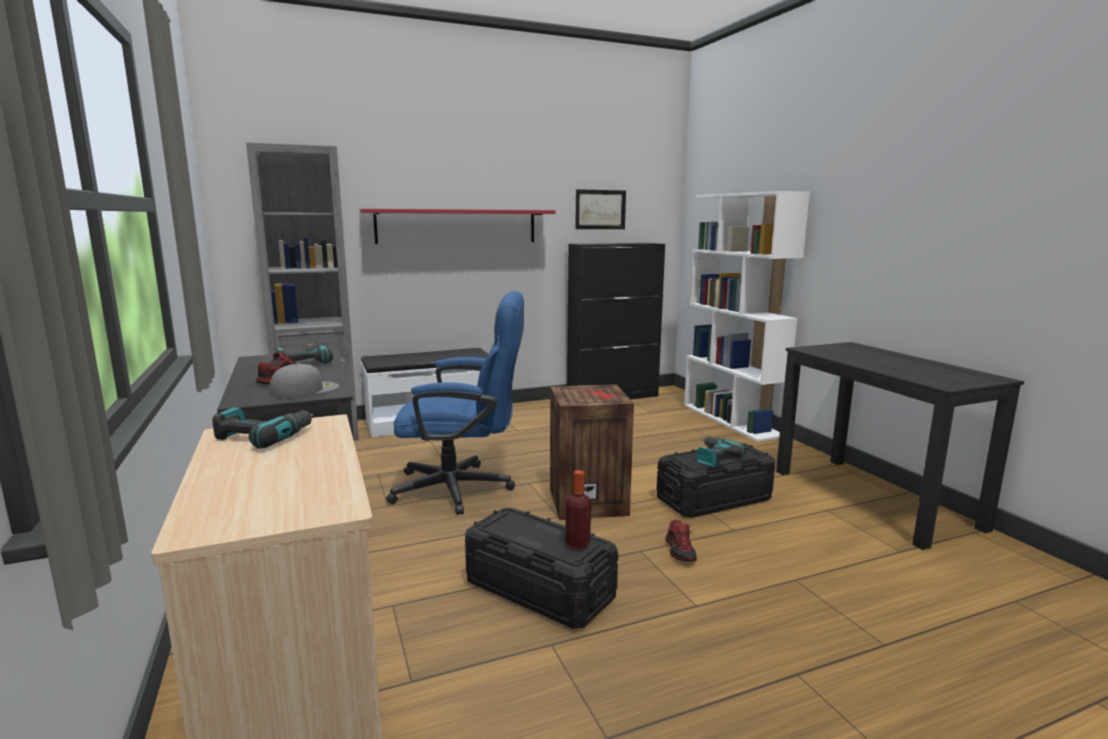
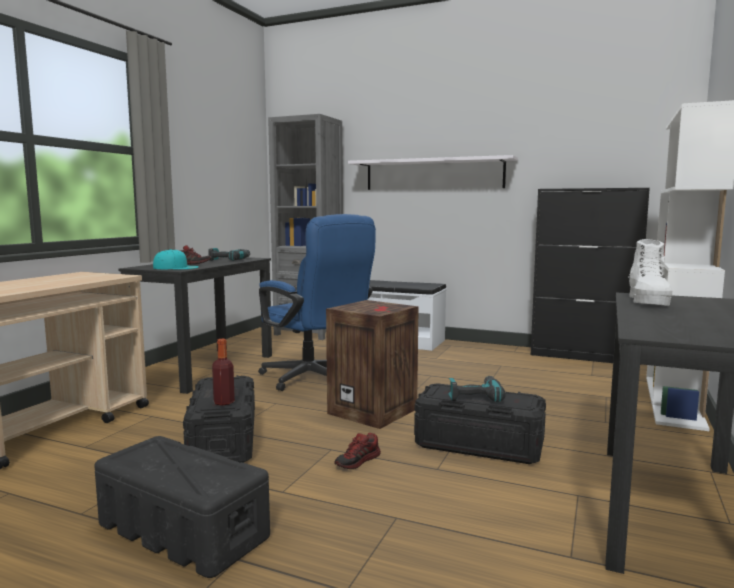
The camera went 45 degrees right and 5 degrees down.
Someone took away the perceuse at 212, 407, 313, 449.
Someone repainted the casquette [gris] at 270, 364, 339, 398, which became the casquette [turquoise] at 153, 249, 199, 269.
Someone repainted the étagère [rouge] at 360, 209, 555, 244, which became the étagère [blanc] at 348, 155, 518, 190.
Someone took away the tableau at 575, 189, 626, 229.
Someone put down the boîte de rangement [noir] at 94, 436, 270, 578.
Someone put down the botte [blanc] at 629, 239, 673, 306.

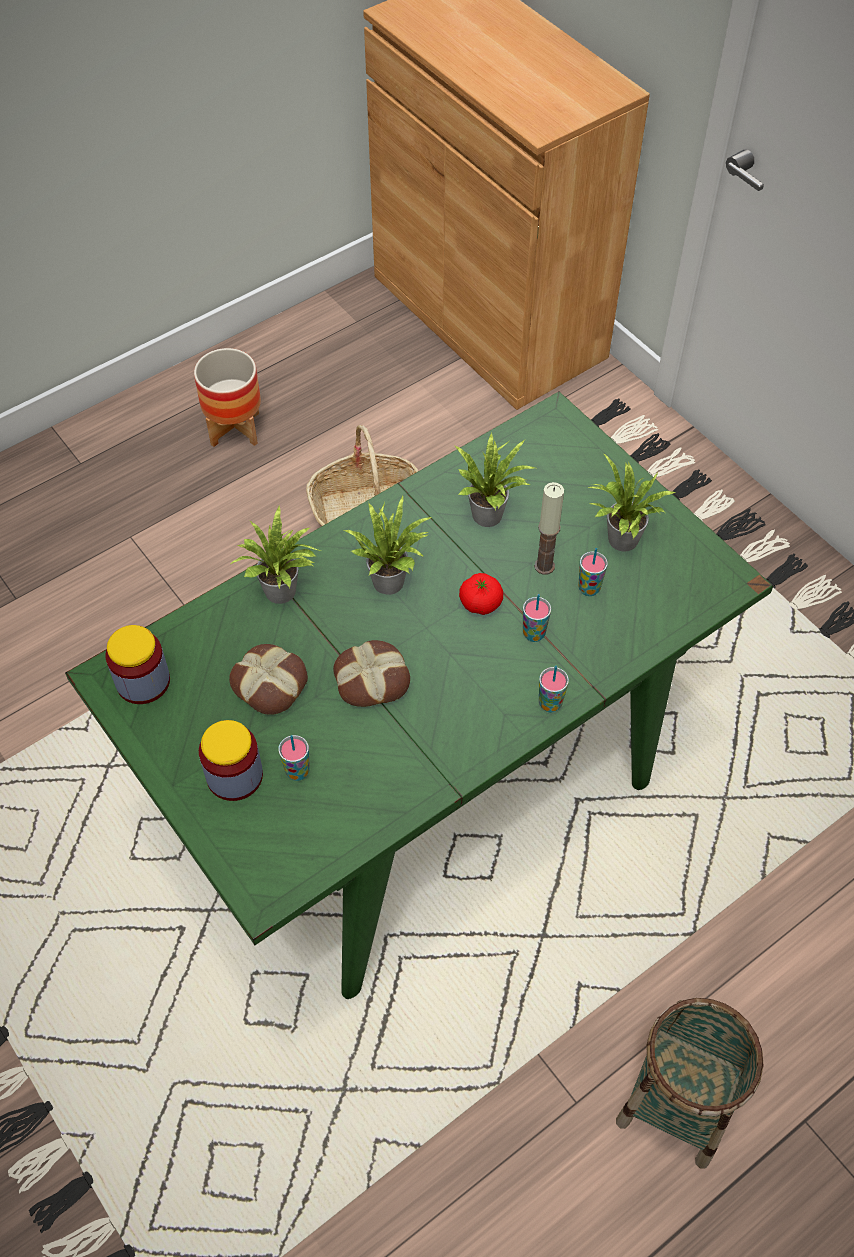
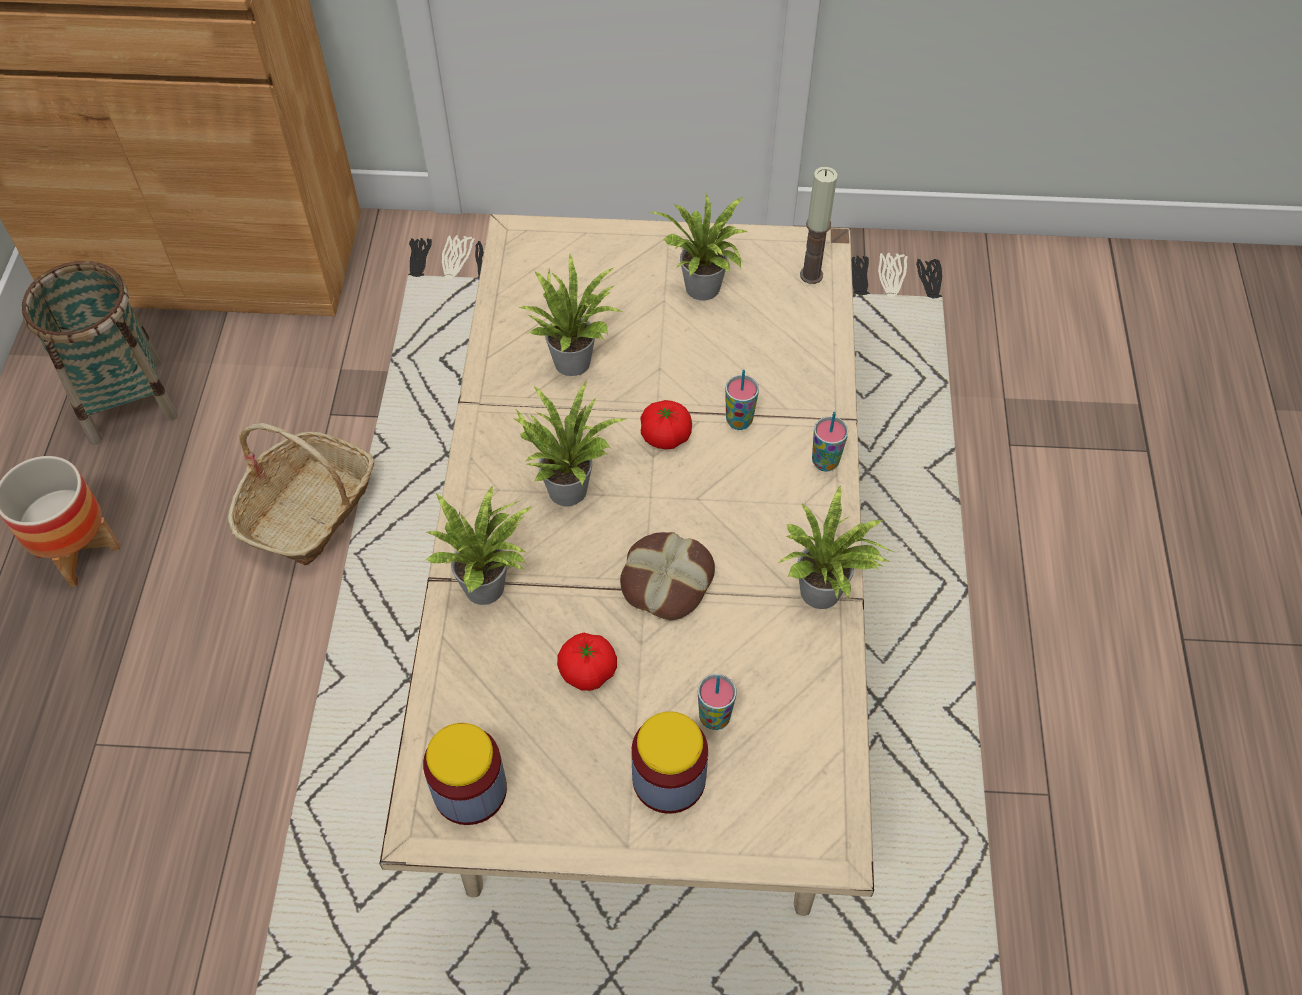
The camera went 50 degrees left and 0 degrees up.
Someone repainted the table à manger [vert] at 65, 392, 773, 999, which became the table à manger [beige] at 379, 214, 874, 916.
Someone swapped the pain at 229, 644, 308, 715 for the tomate at 557, 633, 617, 691.
Someone carried the bougie from 534, 482, 564, 575 to 800, 166, 837, 284.
Someone took away the tasse at 578, 548, 608, 596.
Someone carried the panier from 616, 998, 763, 1169 to 22, 261, 178, 445.
Someone put down the plante en pot at 778, 485, 894, 609.

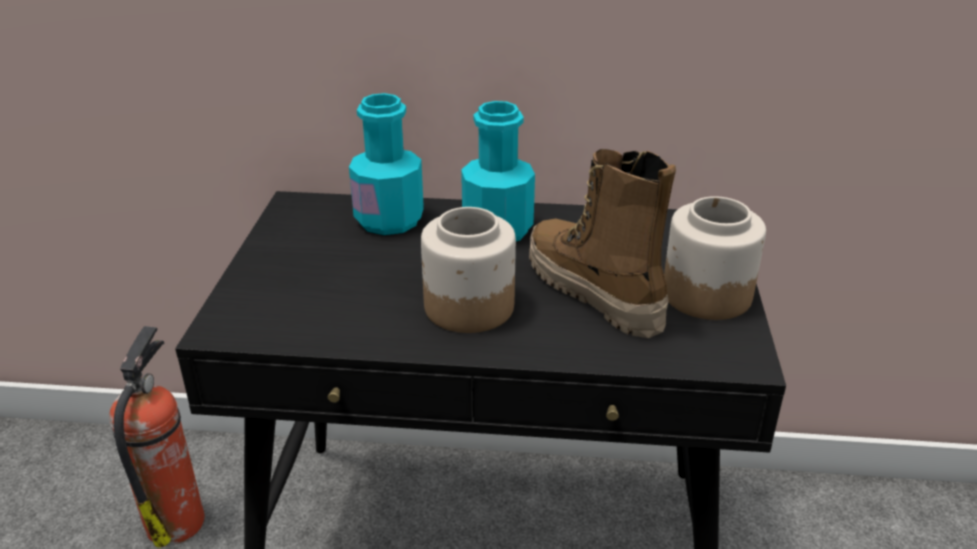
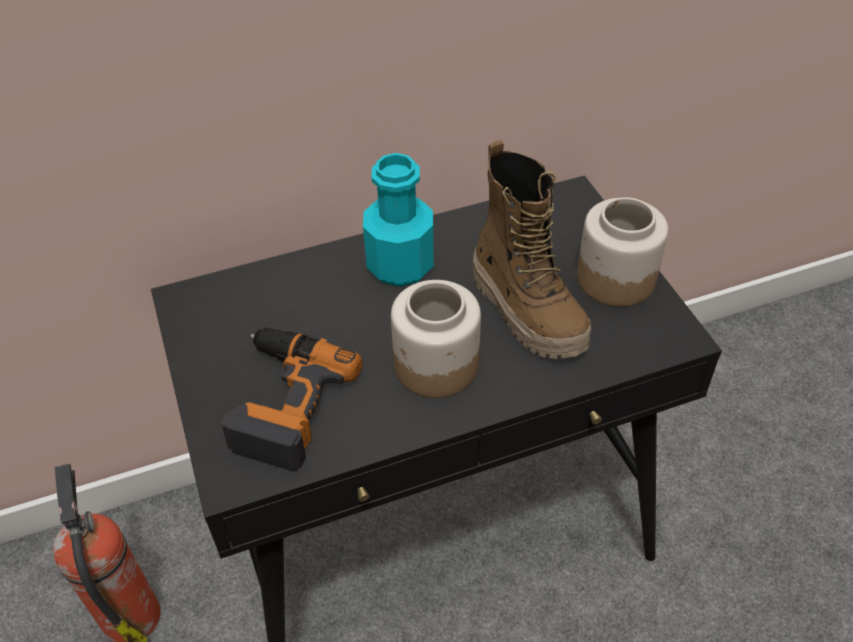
The camera went 25 degrees left and 15 degrees up.
Someone took away the bouteille [turquoise] at 349, 93, 424, 235.
Someone rotated the botte at 529, 149, 676, 338 by 150 degrees counterclockwise.
Someone put down the perceuse at 221, 328, 362, 471.

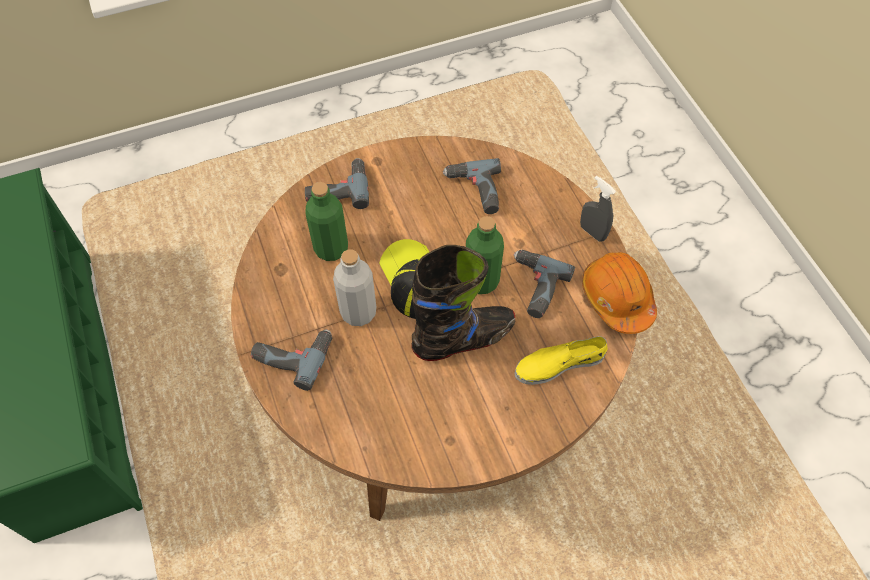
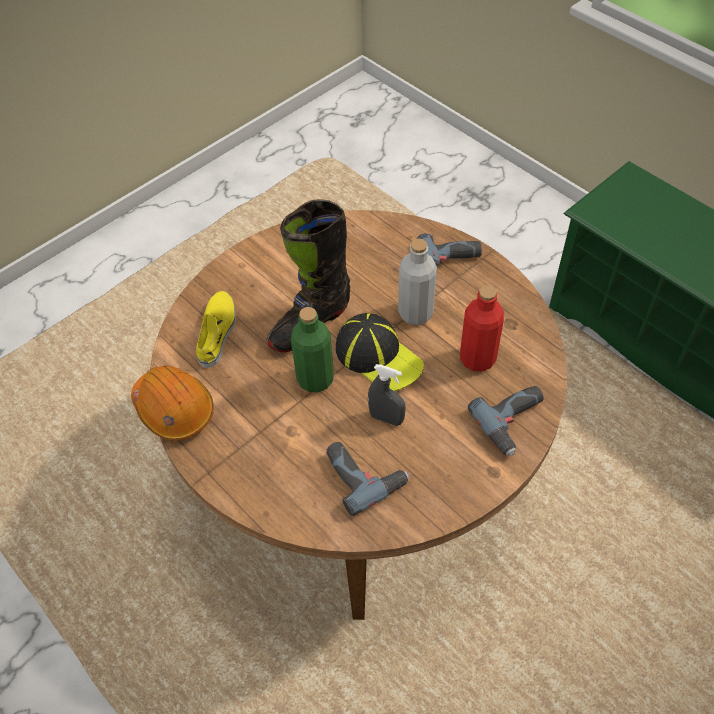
The camera went 160 degrees right and 5 degrees down.
Someone repainted the bouteille [vert] at 305, 182, 348, 261, which became the bouteille [rouge] at 460, 285, 504, 371.
Someone took away the perceuse at 514, 250, 575, 318.
Someone rotated the chaussure [jaune] at 514, 336, 608, 385 by 45 degrees counterclockwise.
Someone carried the vaporisateur [gris] from 580, 176, 616, 242 to 368, 364, 406, 426.

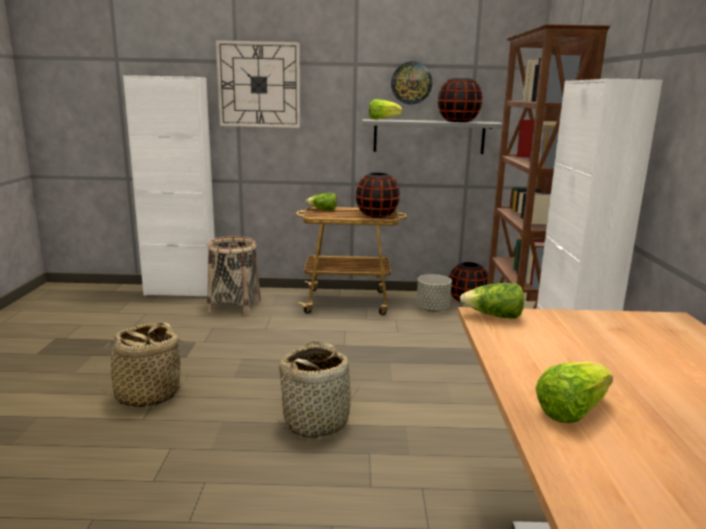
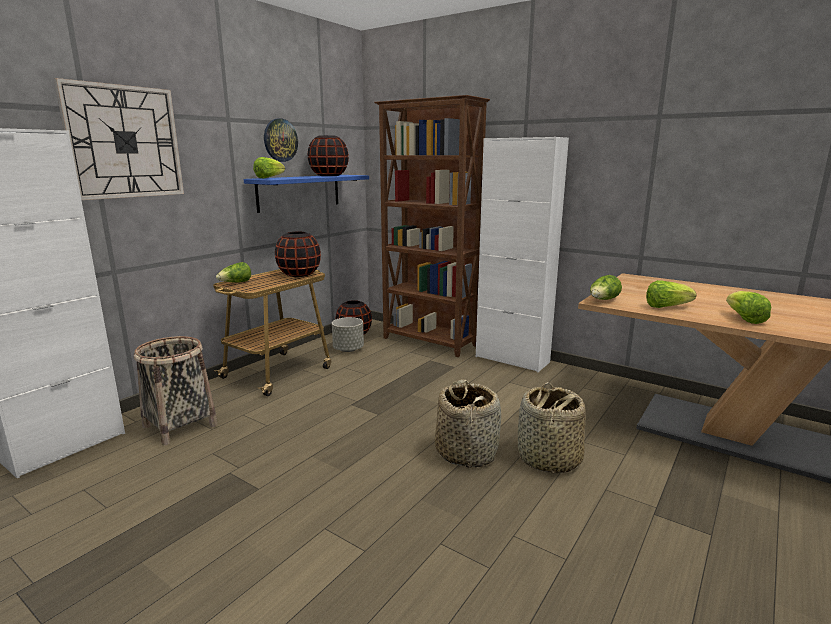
The camera went 55 degrees left and 0 degrees up.
Someone carried the panier from 94, 322, 188, 408 to 518, 382, 586, 473.
Someone repainted the étagère [gris] at 362, 119, 502, 154, which became the étagère [bleu] at 244, 175, 369, 213.
Someone put down the laitue at 646, 280, 697, 308.

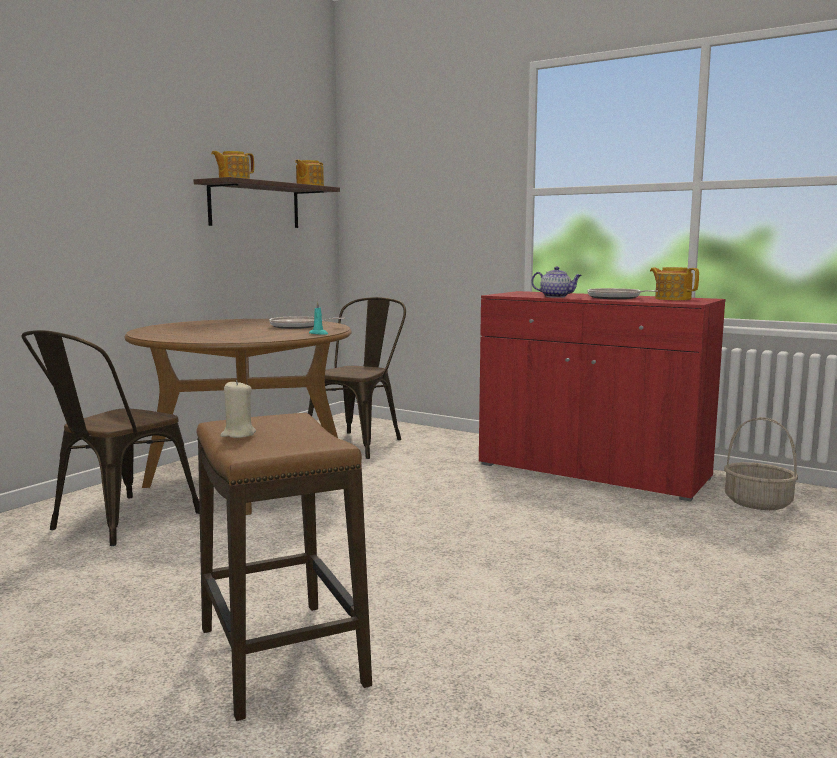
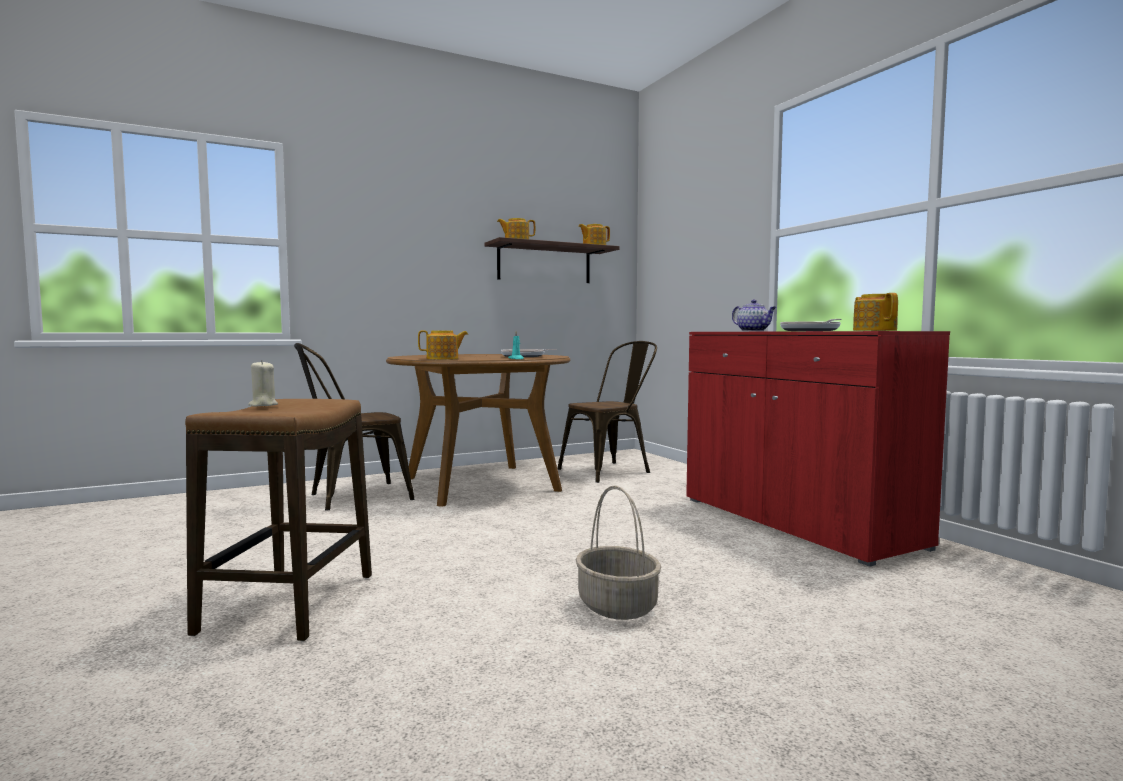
The camera went 30 degrees right and 5 degrees down.
Someone carried the panier from 724, 417, 798, 510 to 576, 485, 661, 620.
Someone put down the théière at 418, 330, 468, 360.

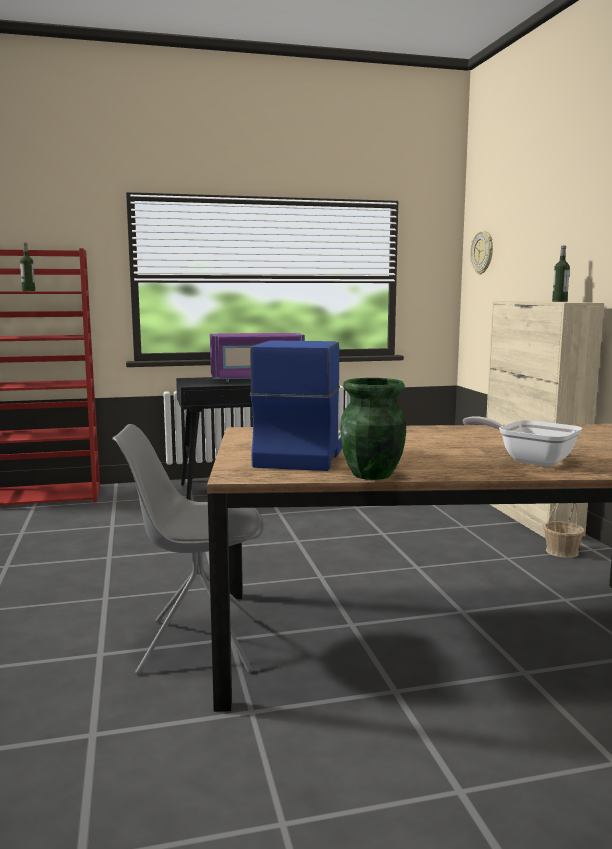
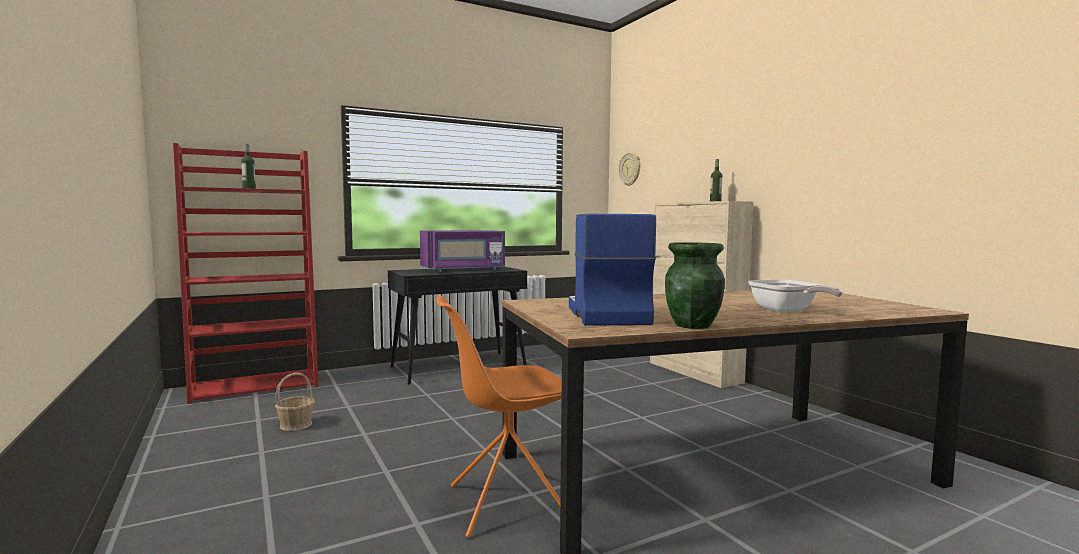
The camera went 15 degrees left and 5 degrees down.
Someone repainted the chaise [gris] at 112, 424, 264, 675, which became the chaise [orange] at 436, 295, 562, 538.
Someone rotated the poêle at 463, 416, 582, 466 by 135 degrees counterclockwise.
Someone carried the panier from 543, 503, 585, 558 to 275, 373, 315, 431.

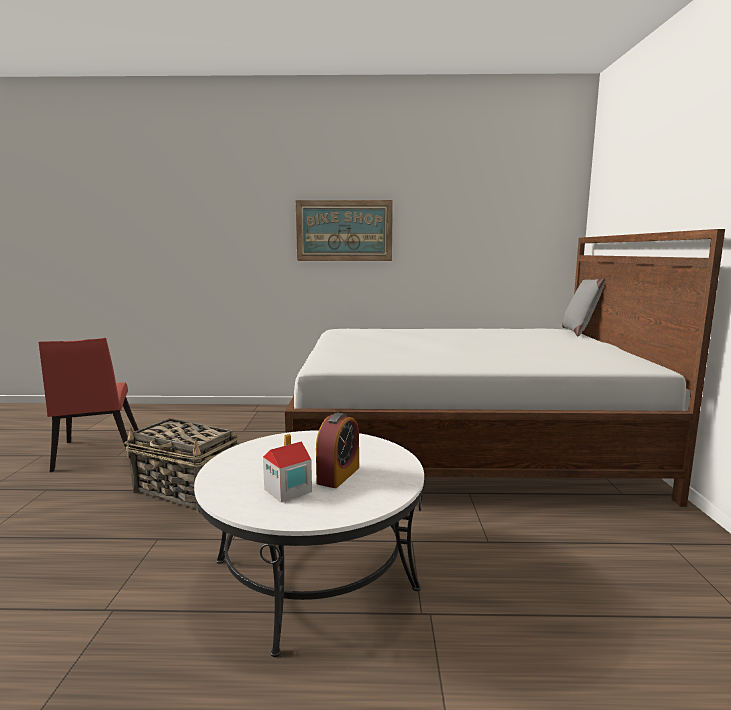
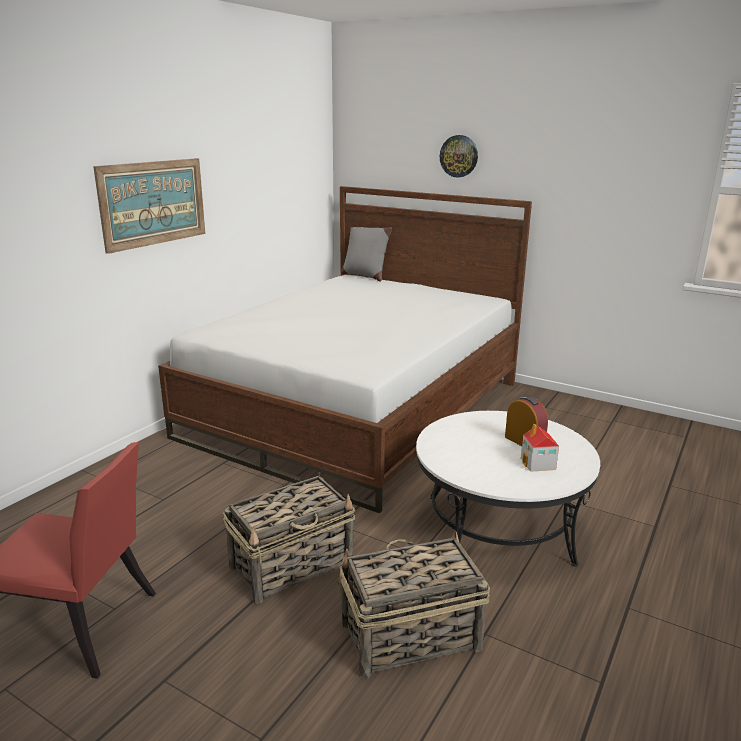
The camera went 60 degrees left and 10 degrees up.
Someone put down the panier at 338, 530, 490, 679.
Someone put up the horloge murale at 440, 135, 478, 178.

